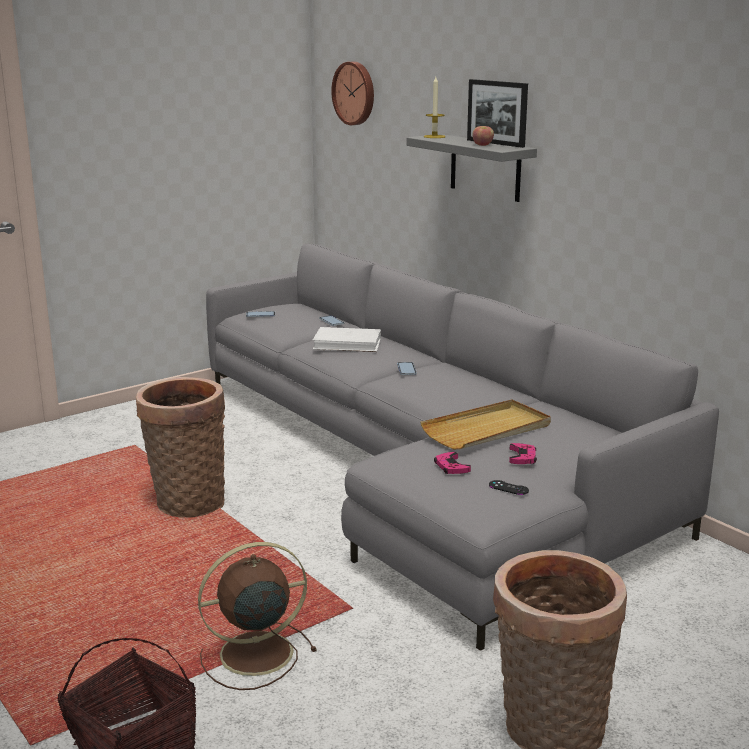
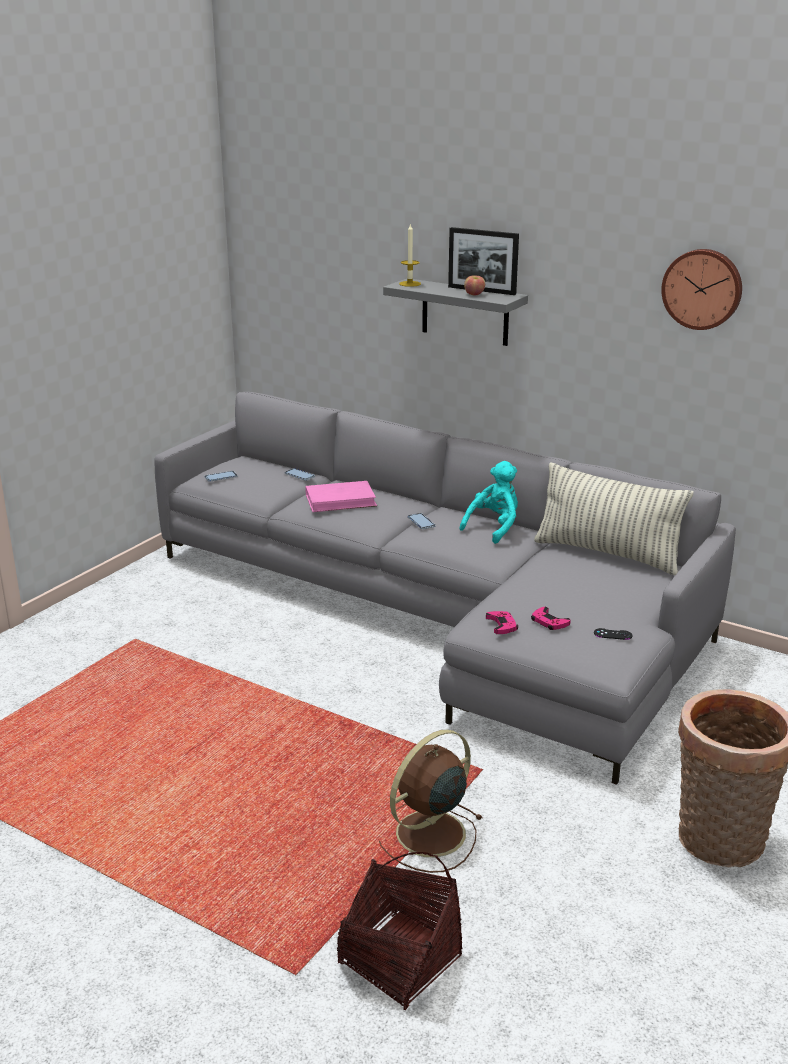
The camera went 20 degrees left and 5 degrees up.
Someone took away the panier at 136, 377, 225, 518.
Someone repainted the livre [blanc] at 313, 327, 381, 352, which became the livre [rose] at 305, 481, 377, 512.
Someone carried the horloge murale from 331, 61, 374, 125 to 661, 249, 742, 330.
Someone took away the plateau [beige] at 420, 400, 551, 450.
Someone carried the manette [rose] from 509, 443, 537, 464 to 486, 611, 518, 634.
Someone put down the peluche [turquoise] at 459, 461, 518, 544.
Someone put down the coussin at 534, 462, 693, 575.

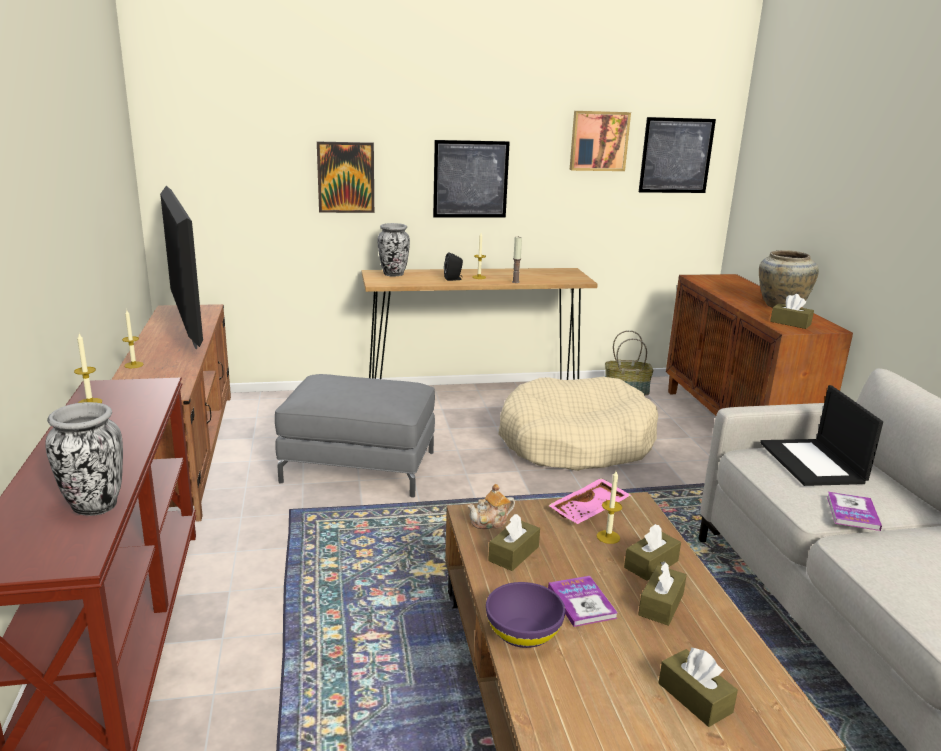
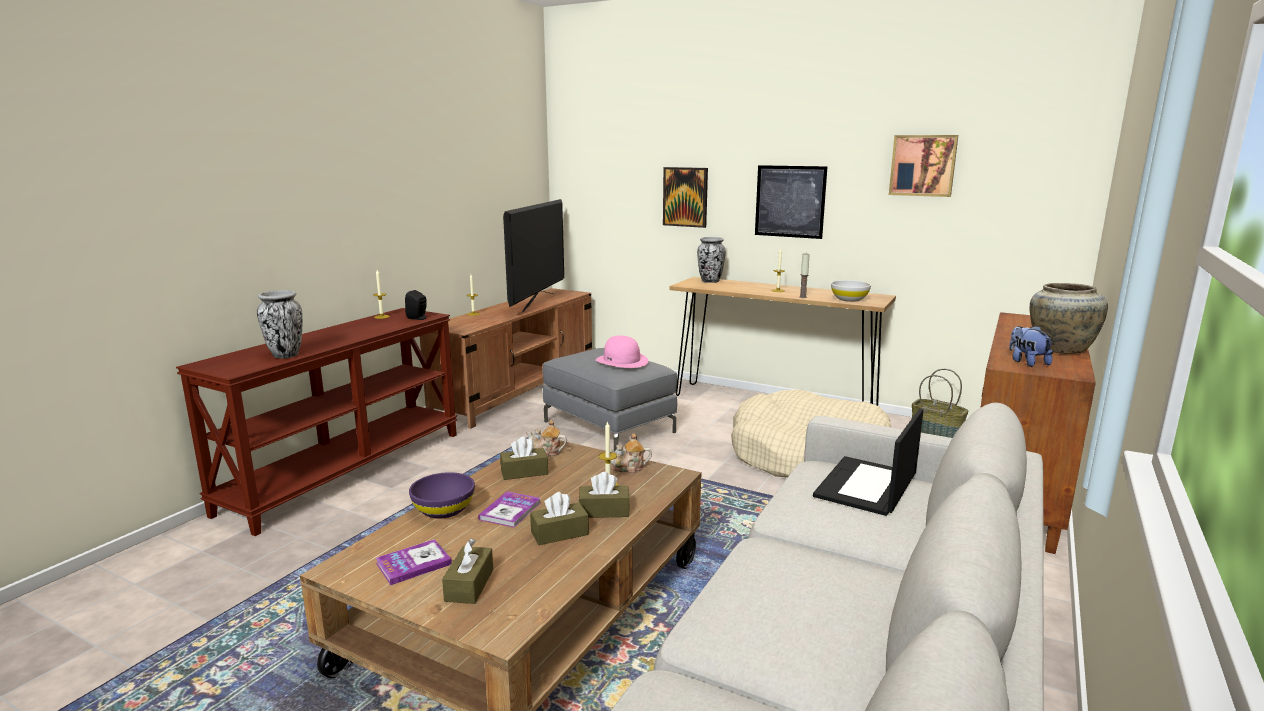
The camera went 40 degrees right and 5 degrees down.
Someone carried the enceinte [noir] from 444, 252, 463, 281 to 405, 290, 427, 320.
Someone swapped the plateau [rose] at 548, 478, 631, 524 for the théière at 610, 433, 652, 473.
Someone took away the tableau at 639, 117, 716, 193.
Someone swapped the boîte à mouchoirs [marron] at 770, 294, 814, 329 for the peluche at 1009, 326, 1053, 367.
Someone carried the livre from 827, 492, 882, 531 to 376, 539, 452, 585.
Someone put down the chapeau [rose] at 596, 335, 648, 368.
Someone put down the bol [blanc] at 831, 280, 871, 302.

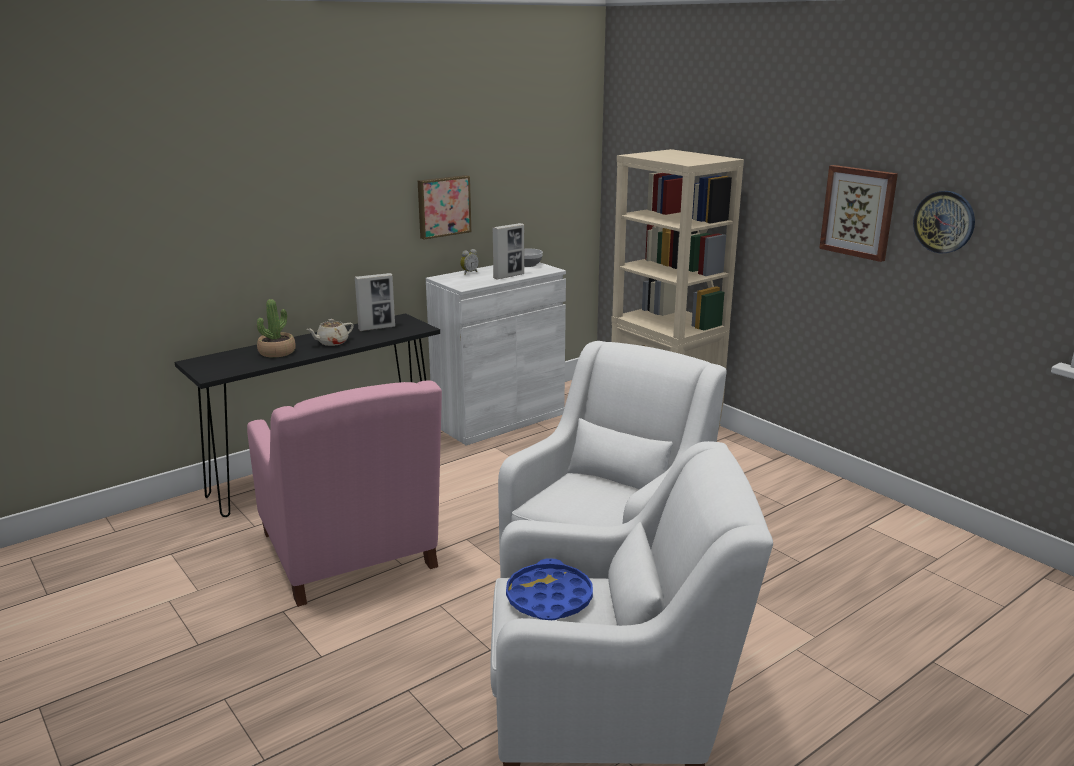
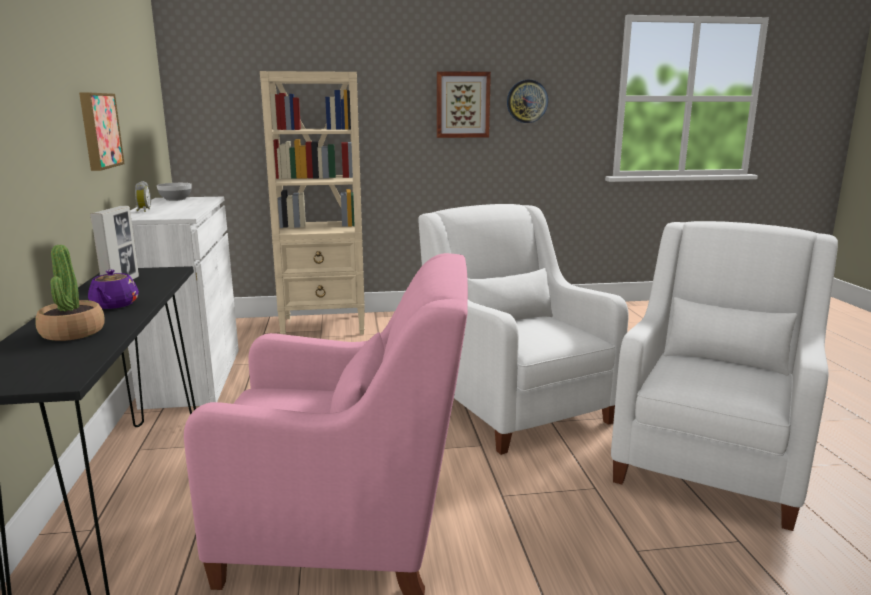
The camera went 60 degrees left and 5 degrees down.
Someone repainted the théière [beige] at 306, 319, 354, 346, which became the théière [violet] at 88, 270, 139, 309.
Someone took away the cadre photo at 492, 223, 524, 279.
Someone took away the plateau [bleu] at 506, 558, 593, 620.

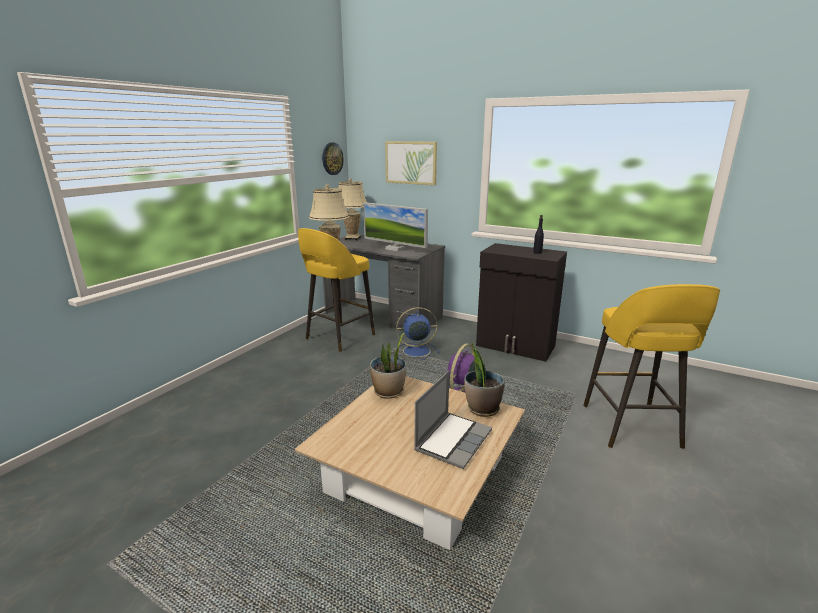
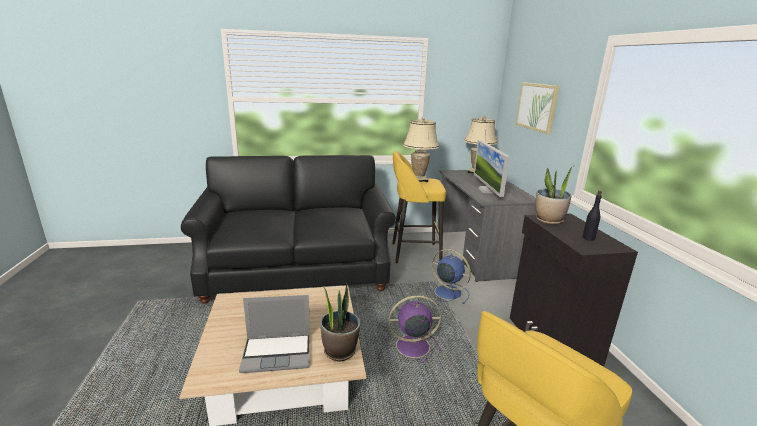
The camera went 50 degrees right and 0 degrees up.
Someone took away the horloge murale at 322, 142, 344, 175.
Someone carried the plante en pot from 370, 332, 406, 399 to 535, 166, 573, 225.
Someone put down the canapé [noir] at 181, 155, 396, 304.

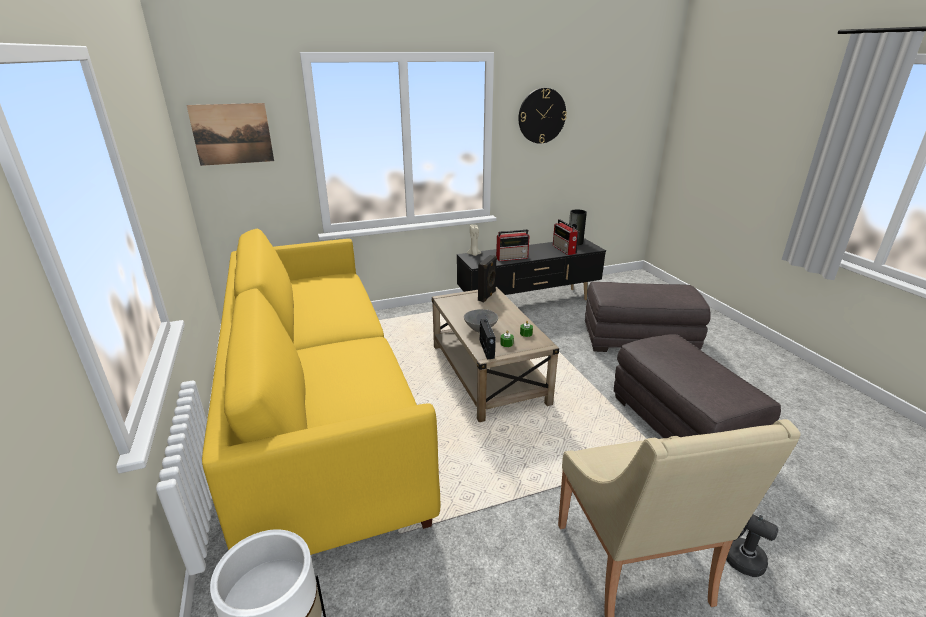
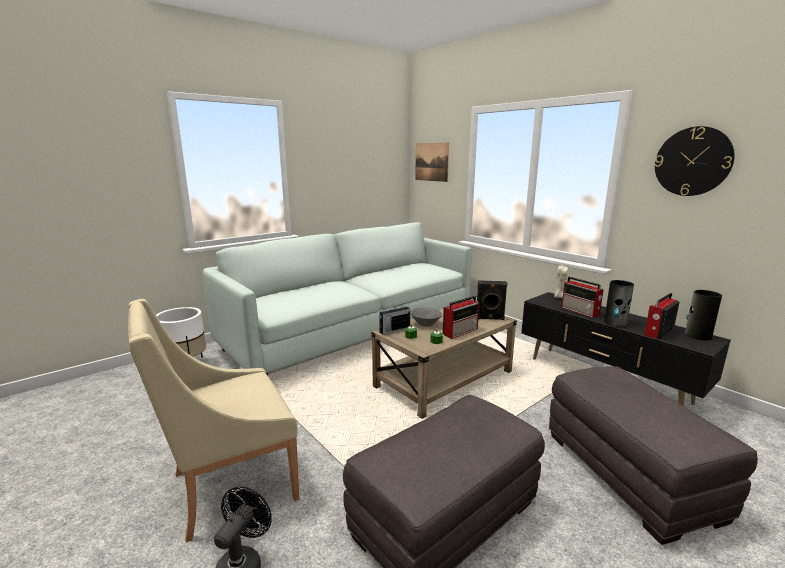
The camera went 70 degrees right and 10 degrees down.
Someone repainted the canapé [jaune] at 202, 229, 440, 555, which became the canapé [blanc] at 203, 222, 472, 376.
Someone put down the radio at 443, 296, 479, 339.
Someone put down the vase at 604, 280, 634, 327.

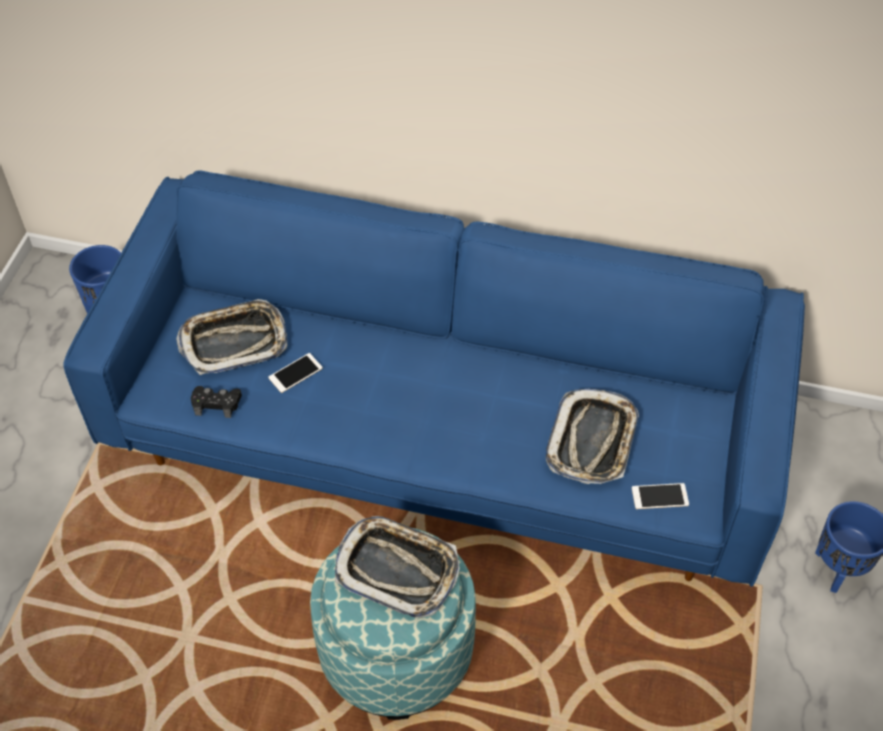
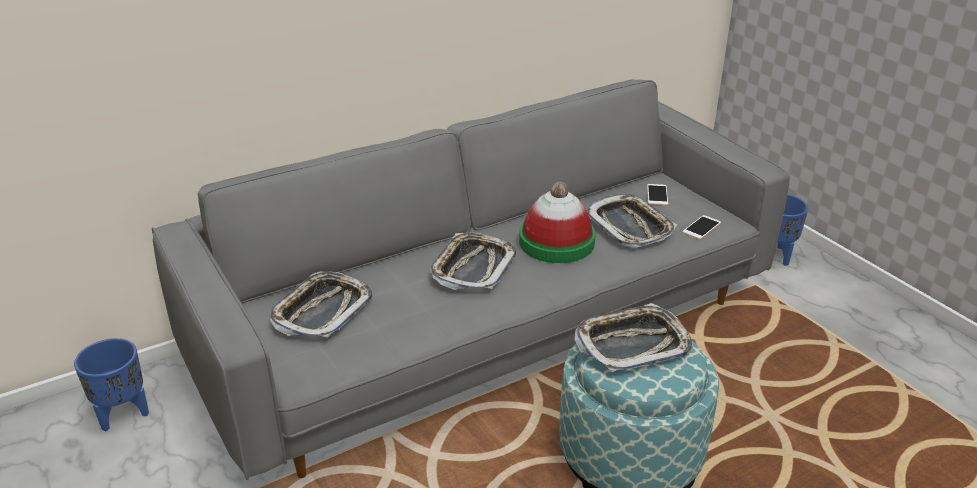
The camera went 45 degrees left and 20 degrees down.
Someone repainted the canapé [bleu] at 63, 170, 805, 587, which became the canapé [gris] at 152, 79, 790, 480.
Someone took away the manette [noir] at 191, 386, 242, 418.
Someone carried the téléphone from 268, 353, 323, 393 to 647, 184, 668, 205.
Someone put down the plateau at 430, 233, 516, 290.
Someone put down the chapeau at 519, 182, 596, 263.

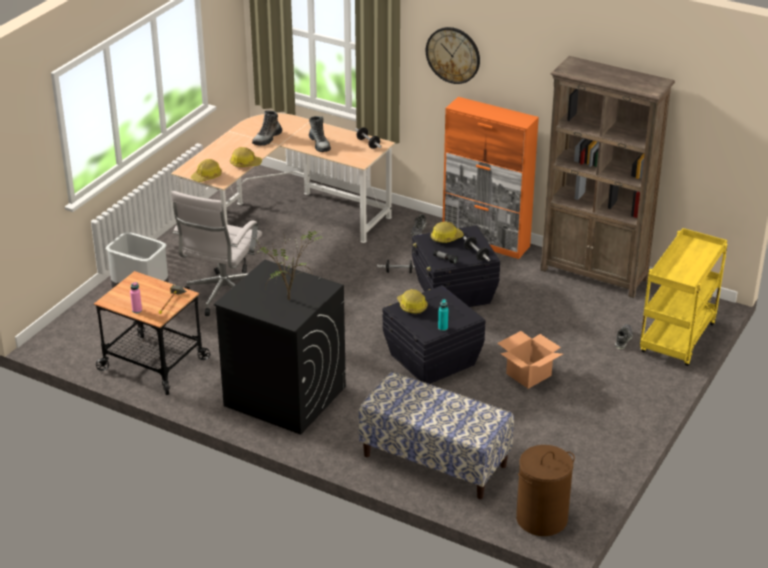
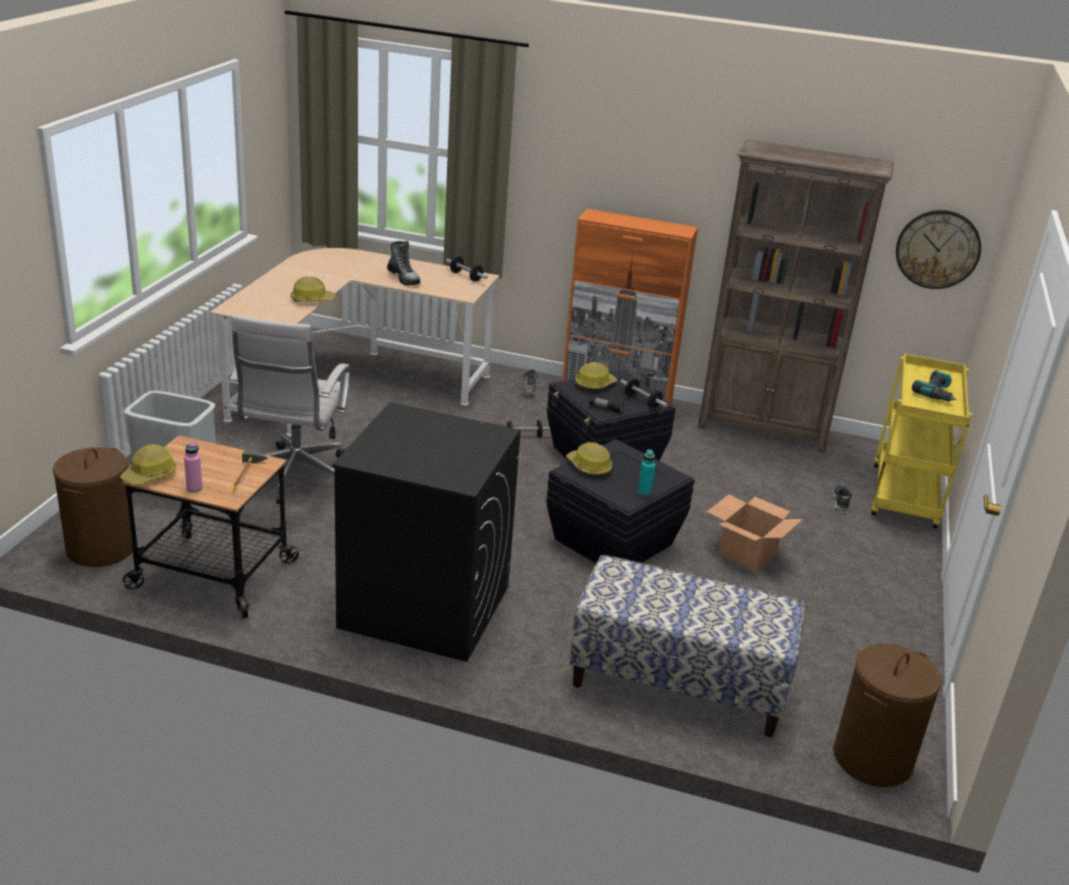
The camera went 15 degrees left and 5 degrees down.
Someone carried the casque de chantier from 191, 159, 222, 182 to 120, 444, 176, 485.
Someone took away the botte at 252, 111, 282, 146.
Someone took away the plante en pot at 252, 230, 323, 300.
Someone carried the horloge murale from 426, 27, 480, 84 to 896, 210, 981, 289.
Someone put down the panier à linge [marron] at 53, 447, 133, 567.
Someone put down the perceuse at 912, 370, 956, 402.

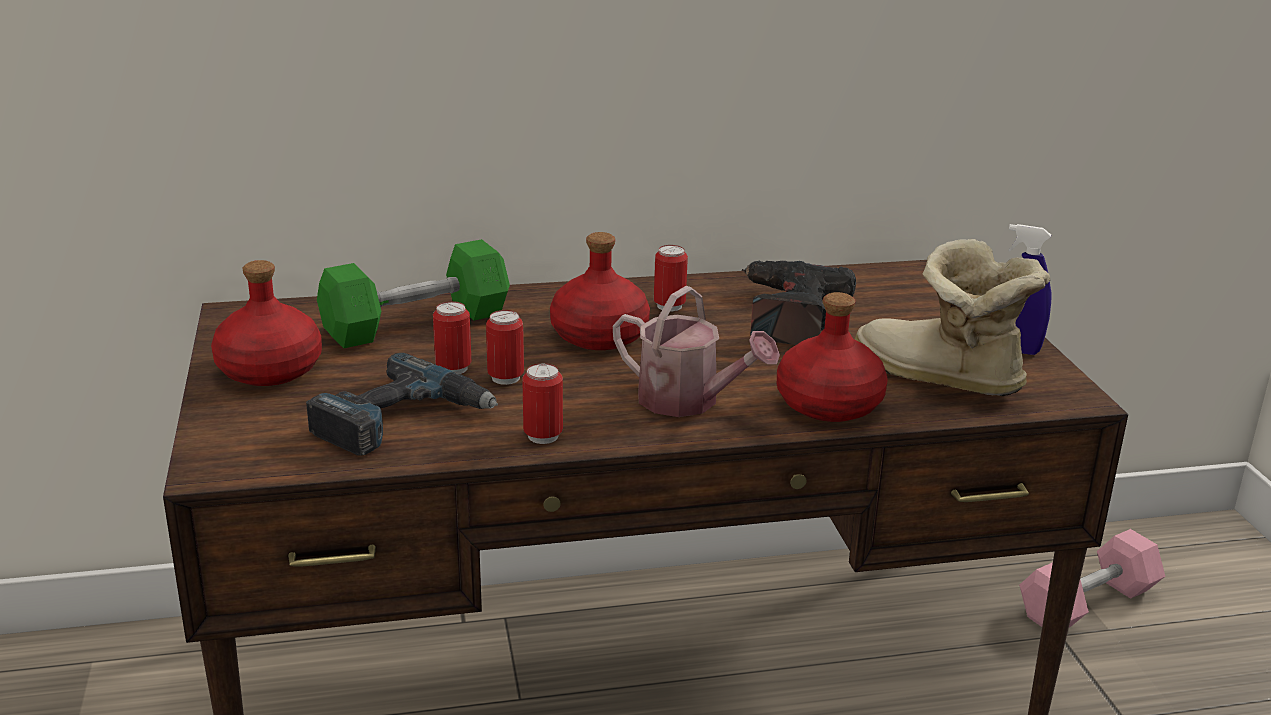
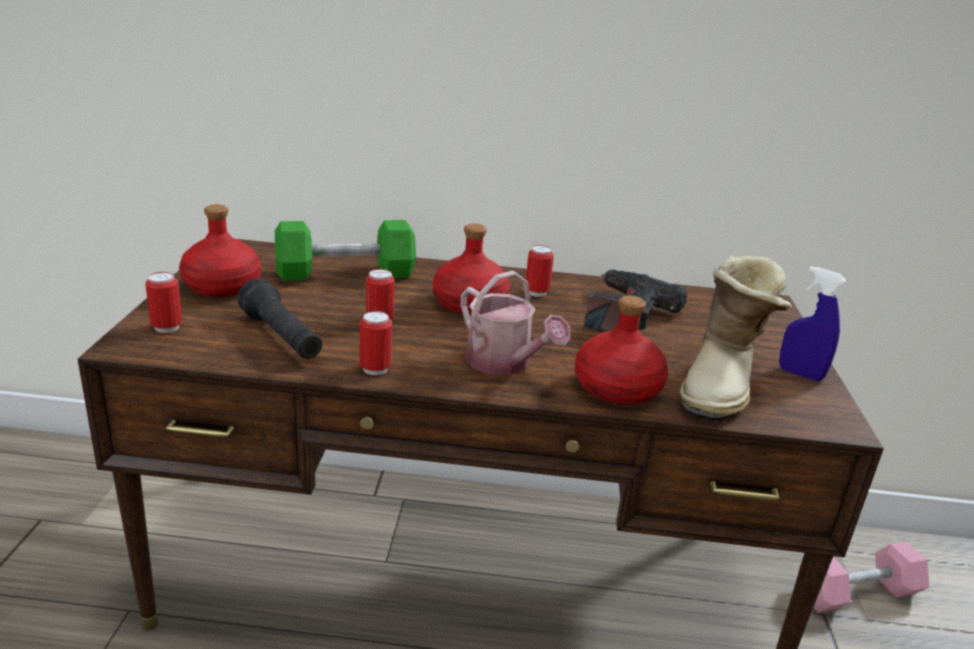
The camera went 15 degrees right and 0 degrees up.
Someone swapped the perceuse at 306, 353, 498, 456 for the lampe de poche [noir] at 238, 279, 322, 359.
Someone carried the boîte métallique from 433, 301, 471, 374 to 145, 272, 182, 333.
Someone rotated the botte at 855, 239, 1050, 396 by 120 degrees counterclockwise.

